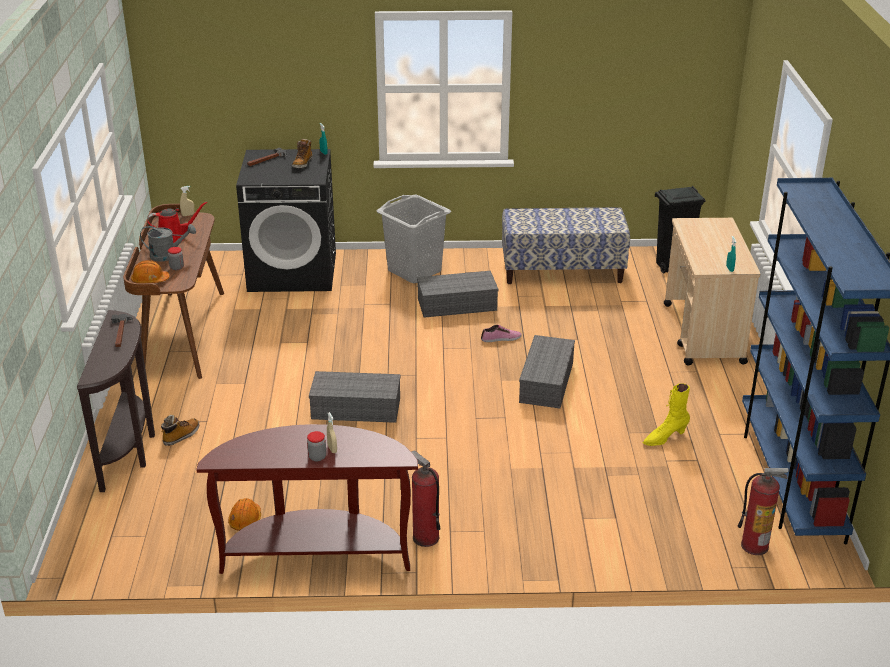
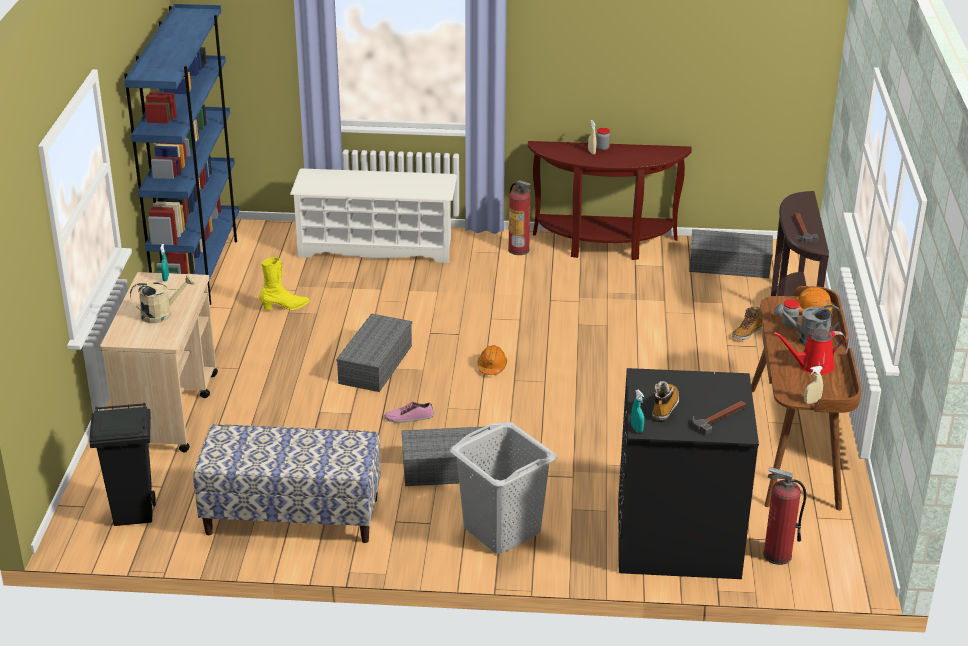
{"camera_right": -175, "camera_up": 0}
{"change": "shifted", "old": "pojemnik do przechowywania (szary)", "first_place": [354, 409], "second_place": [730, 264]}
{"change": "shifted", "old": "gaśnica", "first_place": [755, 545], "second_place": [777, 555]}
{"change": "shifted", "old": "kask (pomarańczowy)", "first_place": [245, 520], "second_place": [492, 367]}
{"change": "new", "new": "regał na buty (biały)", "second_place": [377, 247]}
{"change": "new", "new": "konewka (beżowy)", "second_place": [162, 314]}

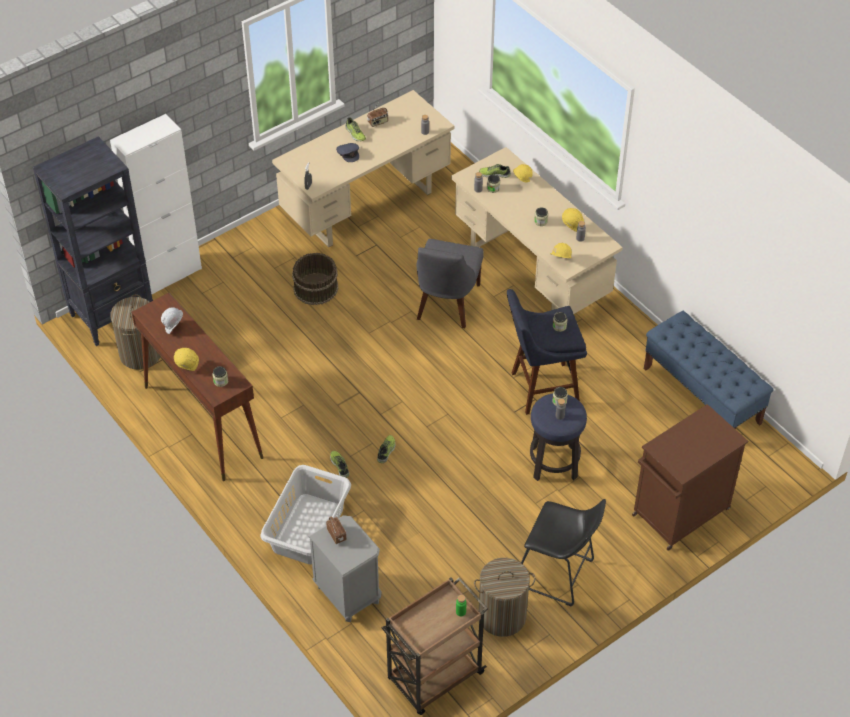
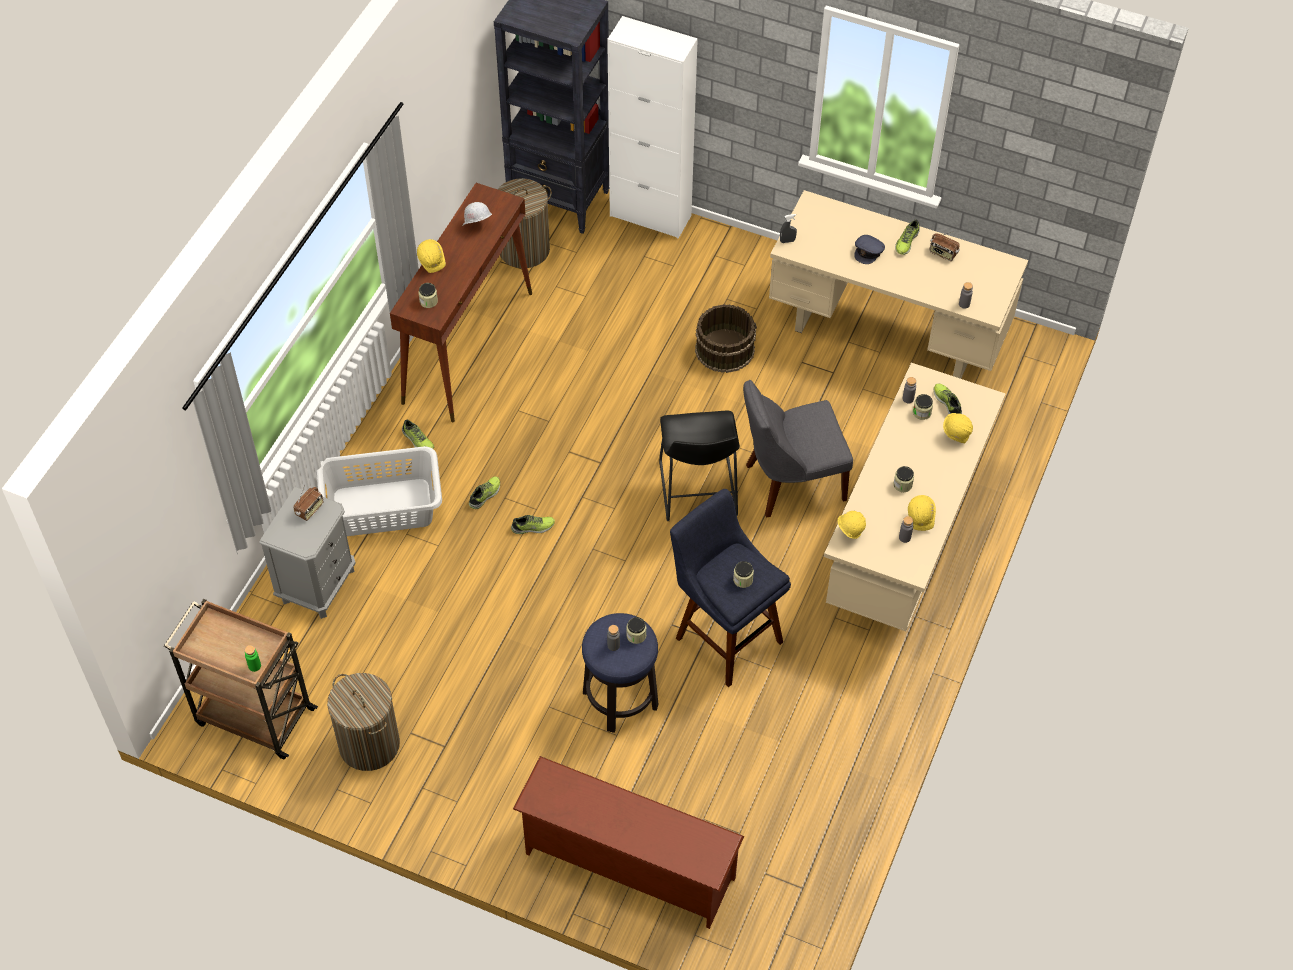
{"camera_right": 60, "camera_up": 5}
{"change": "gone", "old": "ławka (niebieski)", "first_place": [702, 396]}
{"change": "swapped", "old": "szafka (brązowy)", "new": "regał na buty (brązowy)", "first_place": [679, 513], "second_place": [627, 867]}
{"change": "shifted", "old": "stołek (czarny)", "first_place": [558, 575], "second_place": [697, 494]}
{"change": "new", "new": "but", "second_place": [417, 440]}

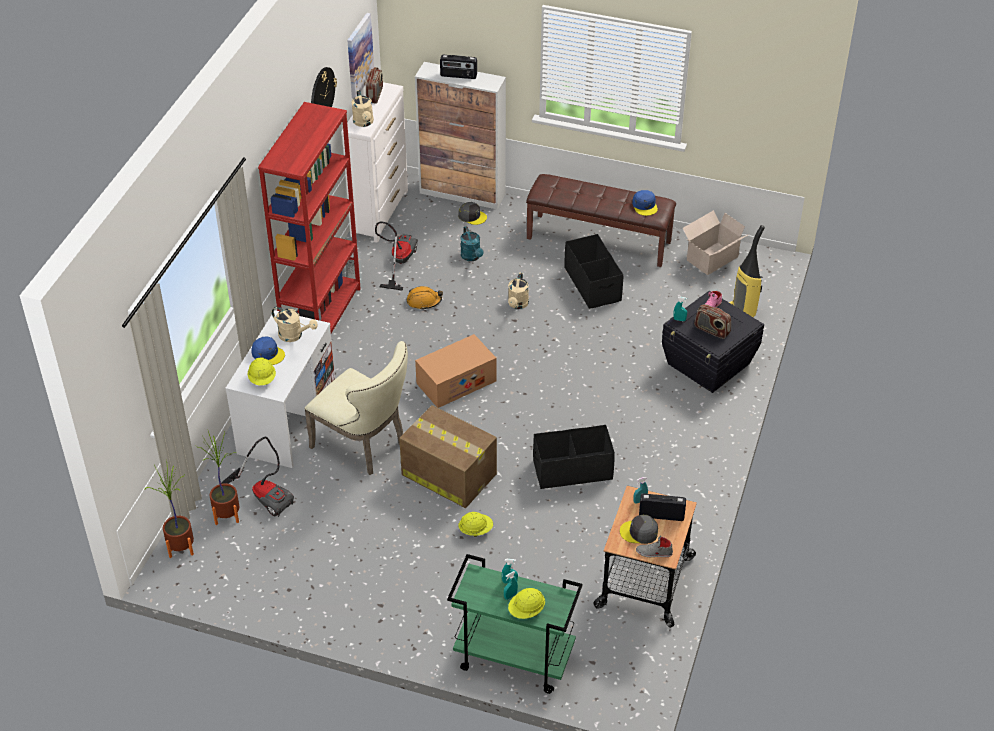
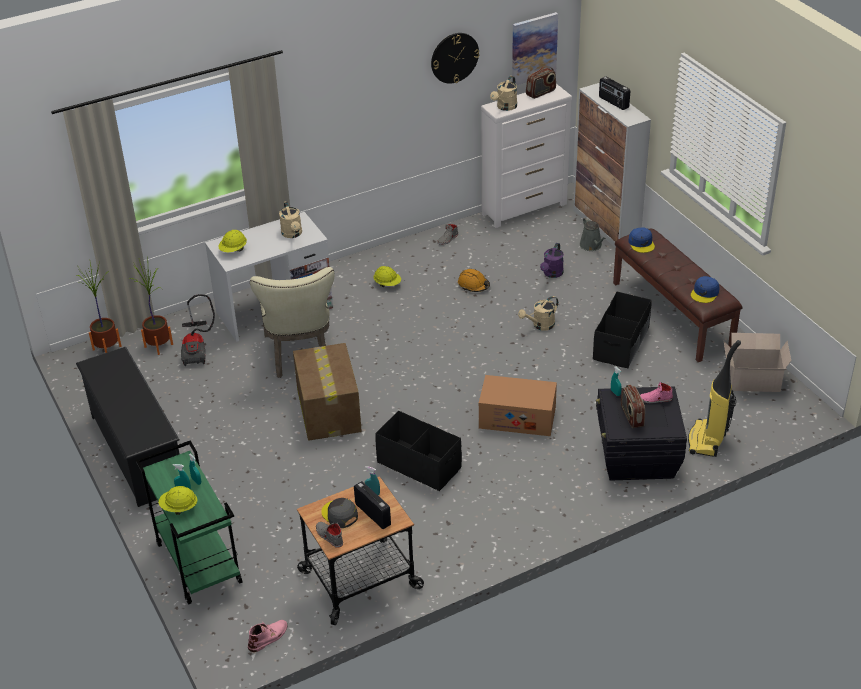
{"camera_right": 45, "camera_up": -5}
{"change": "gone", "old": "regał (czerwony)", "first_place": [322, 316]}
{"change": "swapped", "old": "czapka z daszkiem (szary)", "new": "konewka (szary)", "first_place": [472, 216], "second_place": [591, 246]}
{"change": "gone", "old": "odkurzacz", "first_place": [398, 262]}
{"change": "repainted", "old": "konewka (turkusowy)", "new": "konewka (fioletowy)", "first_place": [472, 257], "second_place": [552, 274]}
{"change": "shifted", "old": "karton", "first_place": [456, 382], "second_place": [517, 417]}
{"change": "shifted", "old": "czapka z daszkiem (niebieski)", "first_place": [268, 354], "second_place": [641, 243]}
{"change": "shifted", "old": "kask (żółty)", "first_place": [475, 530], "second_place": [387, 284]}
{"change": "new", "new": "regał na buty (czarny)", "second_place": [137, 452]}
{"change": "new", "new": "but z cholewką (różowy)", "second_place": [268, 637]}

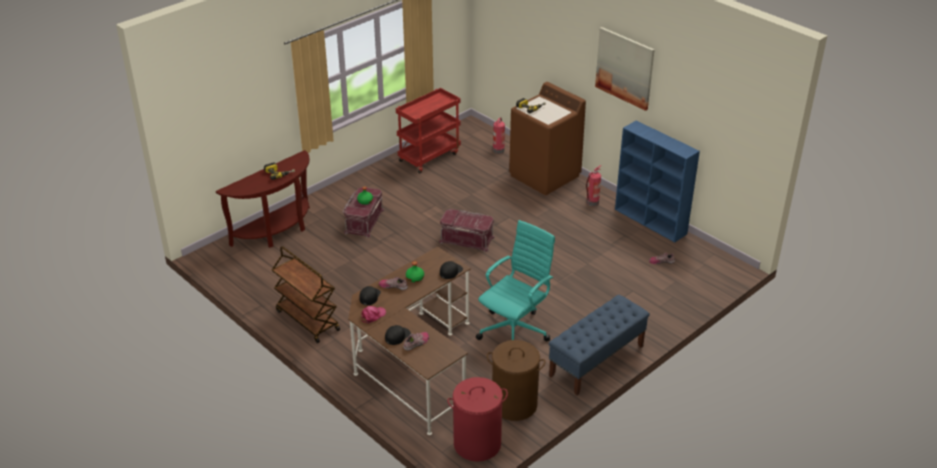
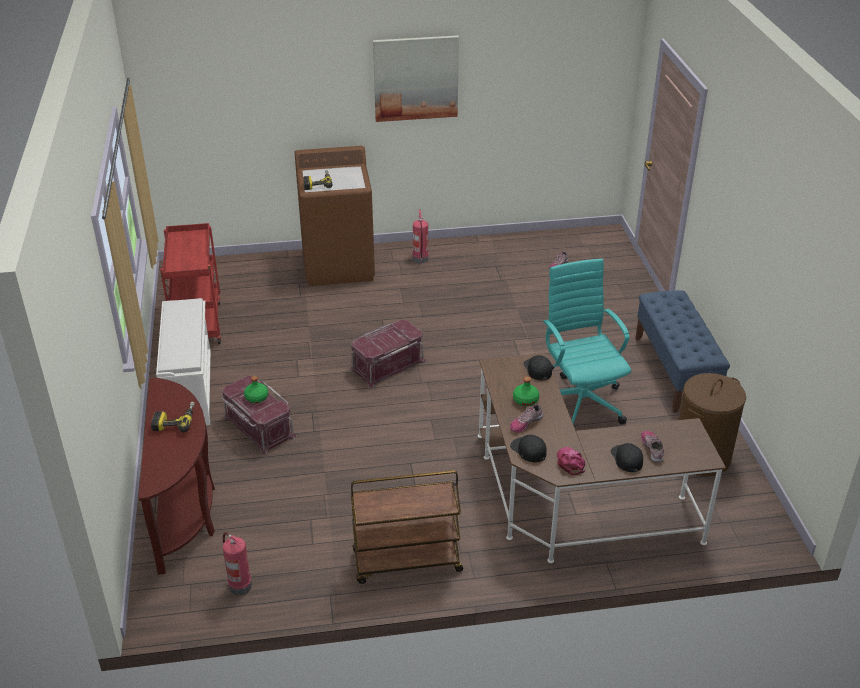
{"camera_right": -55, "camera_up": 0}
{"change": "shifted", "old": "gaśnica", "first_place": [498, 150], "second_place": [239, 585]}
{"change": "gone", "old": "regał (niebieski)", "first_place": [651, 222]}
{"change": "gone", "old": "kosz na pranie (czerwony)", "first_place": [477, 443]}
{"change": "new", "new": "regał na buty (biały)", "second_place": [190, 389]}

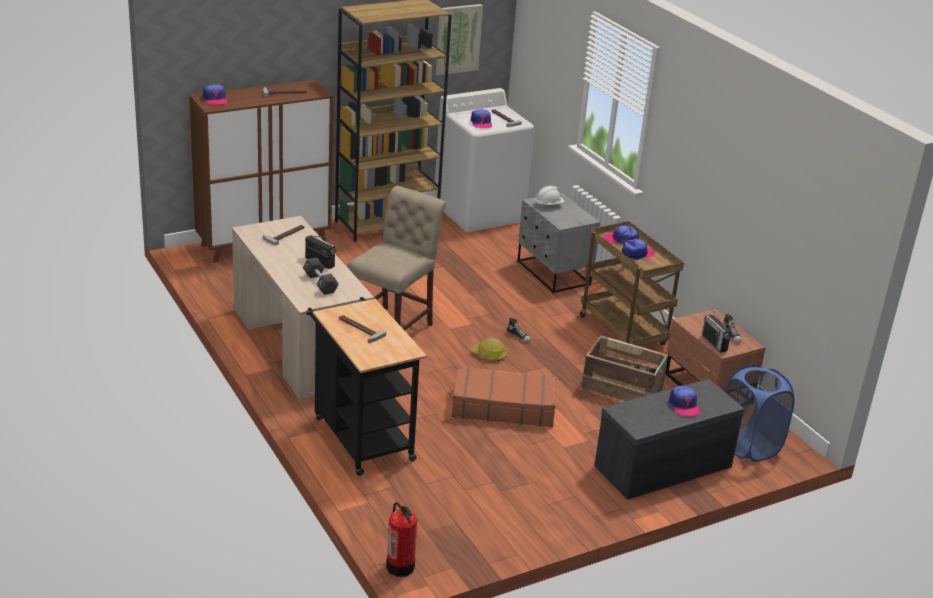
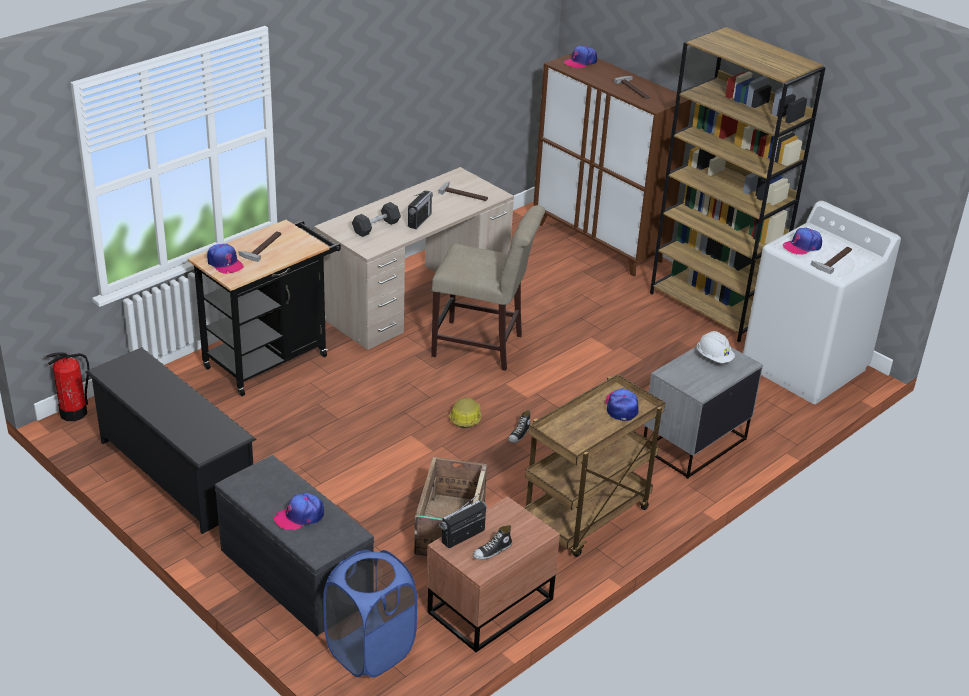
{"camera_right": 75, "camera_up": 5}
{"change": "gone", "old": "obraz", "first_place": [458, 39]}
{"change": "shifted", "old": "czapka z daszkiem", "first_place": [637, 253], "second_place": [225, 263]}
{"change": "gone", "old": "walizka (brązowy)", "first_place": [503, 406]}
{"change": "new", "new": "regał na buty (czarny)", "second_place": [175, 473]}

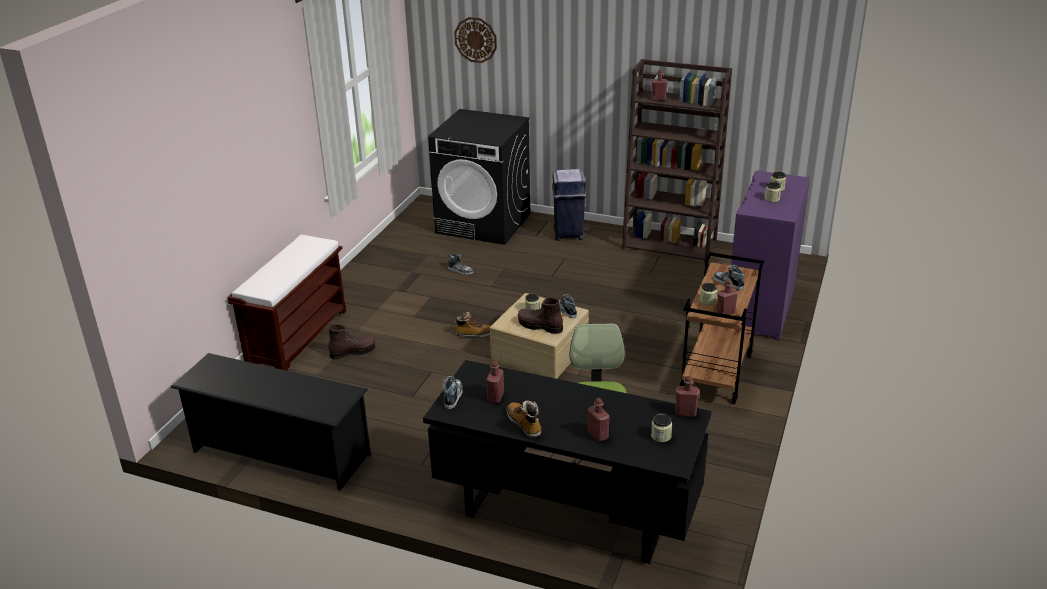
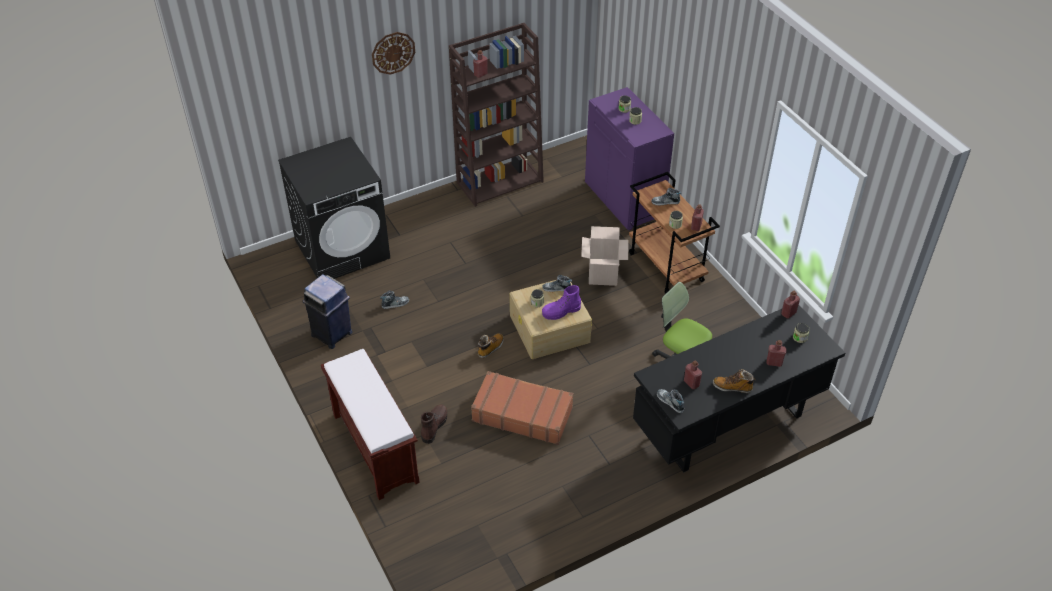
{"camera_right": -50, "camera_up": 15}
{"change": "shifted", "old": "zegar ścienny", "first_place": [475, 40], "second_place": [393, 52]}
{"change": "shifted", "old": "kosz na śmieci (niebieski)", "first_place": [568, 234], "second_place": [332, 334]}
{"change": "repainted", "old": "but z cholewką (brązowy)", "new": "but z cholewką (fioletowy)", "first_place": [539, 326], "second_place": [561, 312]}
{"change": "gone", "old": "regał na buty (czarny)", "first_place": [280, 453]}
{"change": "new", "new": "karton", "second_place": [603, 274]}
{"change": "new", "new": "walizka (brązowy)", "second_place": [522, 414]}

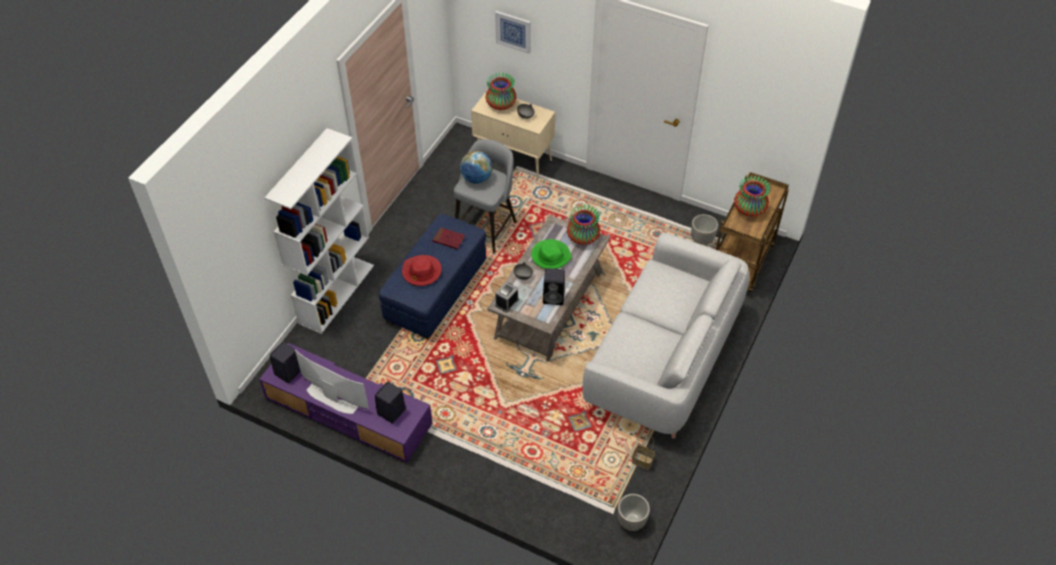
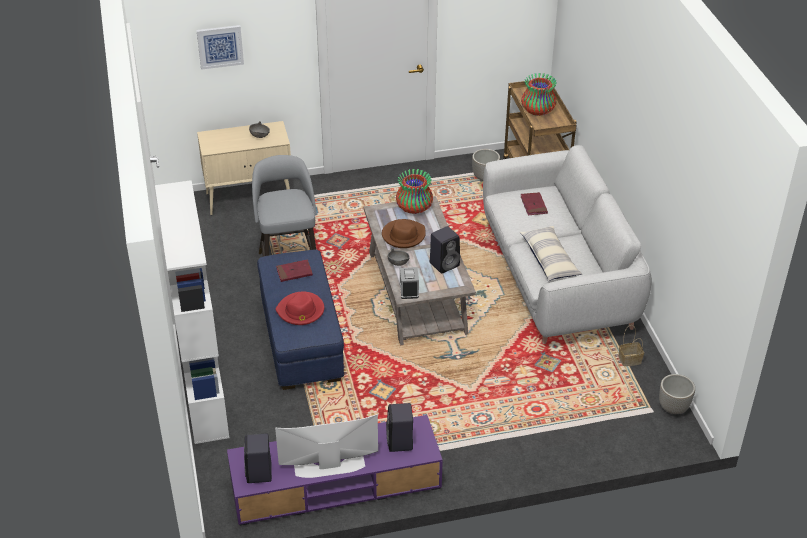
{"camera_right": -40, "camera_up": -10}
{"change": "gone", "old": "wazon", "first_place": [501, 104]}
{"change": "gone", "old": "globus", "first_place": [476, 179]}
{"change": "repainted", "old": "kapelusz (zielony)", "new": "kapelusz (brązowy)", "first_place": [550, 256], "second_place": [403, 235]}
{"change": "new", "new": "książka (czerwony)", "second_place": [533, 205]}
{"change": "new", "new": "poduszka", "second_place": [549, 260]}

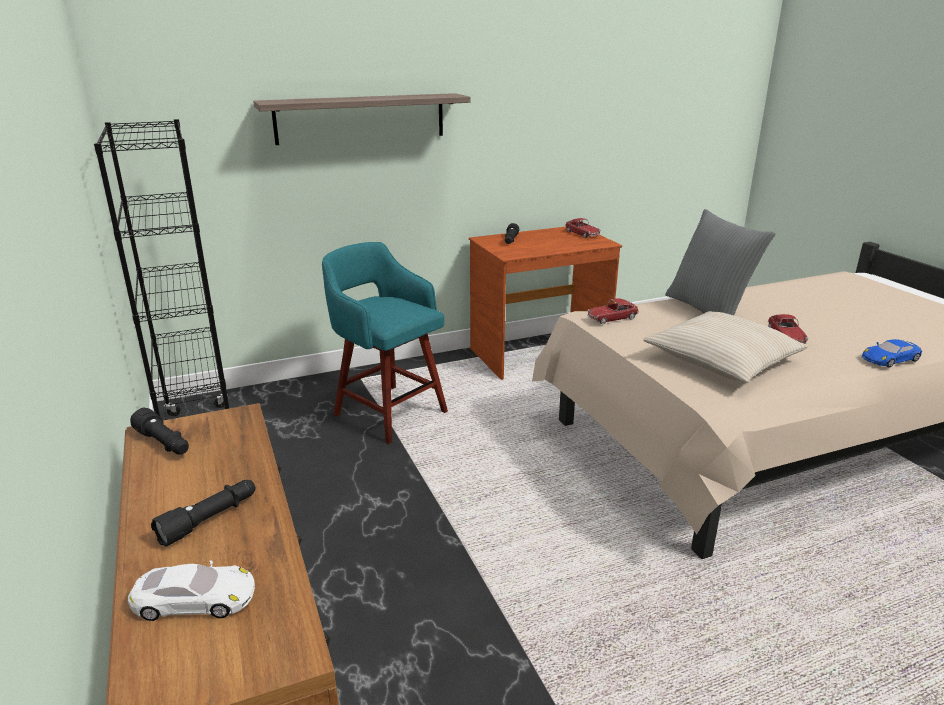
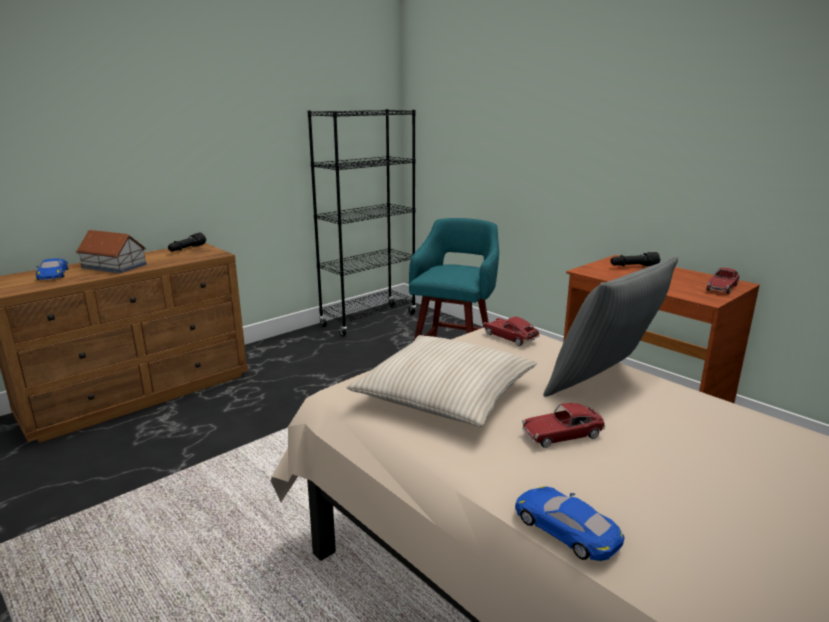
{"camera_right": 70, "camera_up": -5}
{"change": "gone", "old": "półka", "first_place": [361, 118]}
{"change": "swapped", "old": "latarka (czarny)", "new": "domek", "first_place": [210, 520], "second_place": [114, 266]}
{"change": "repainted", "old": "samochodzik (biały)", "new": "samochodzik (niebieski)", "first_place": [195, 599], "second_place": [53, 274]}

